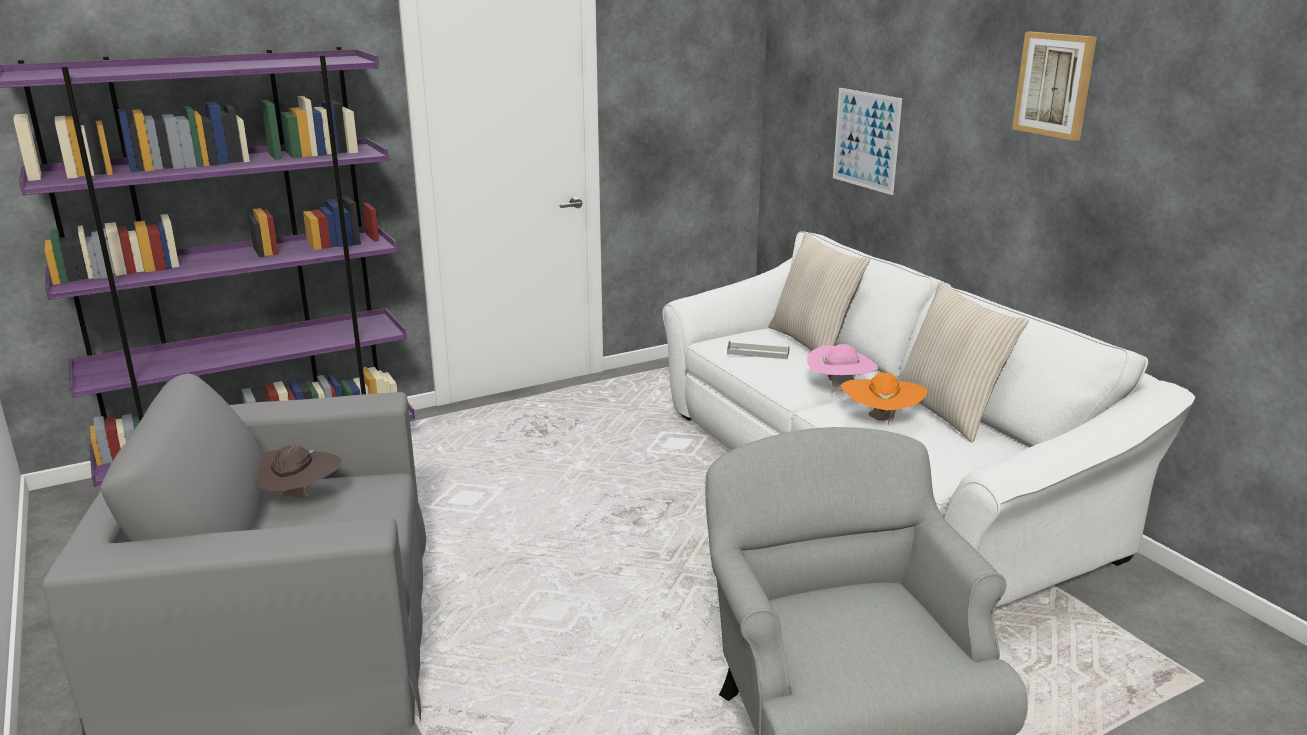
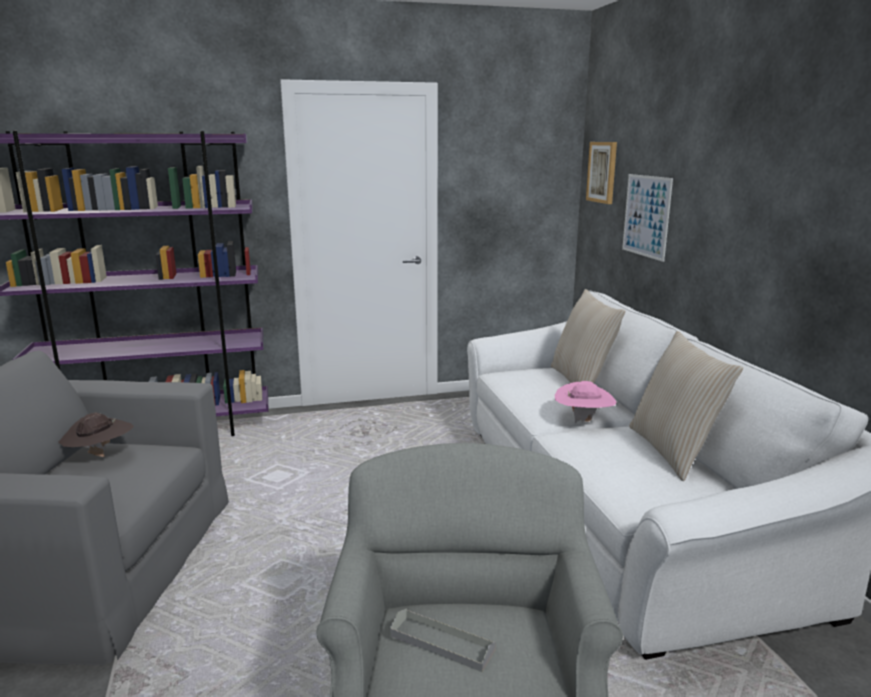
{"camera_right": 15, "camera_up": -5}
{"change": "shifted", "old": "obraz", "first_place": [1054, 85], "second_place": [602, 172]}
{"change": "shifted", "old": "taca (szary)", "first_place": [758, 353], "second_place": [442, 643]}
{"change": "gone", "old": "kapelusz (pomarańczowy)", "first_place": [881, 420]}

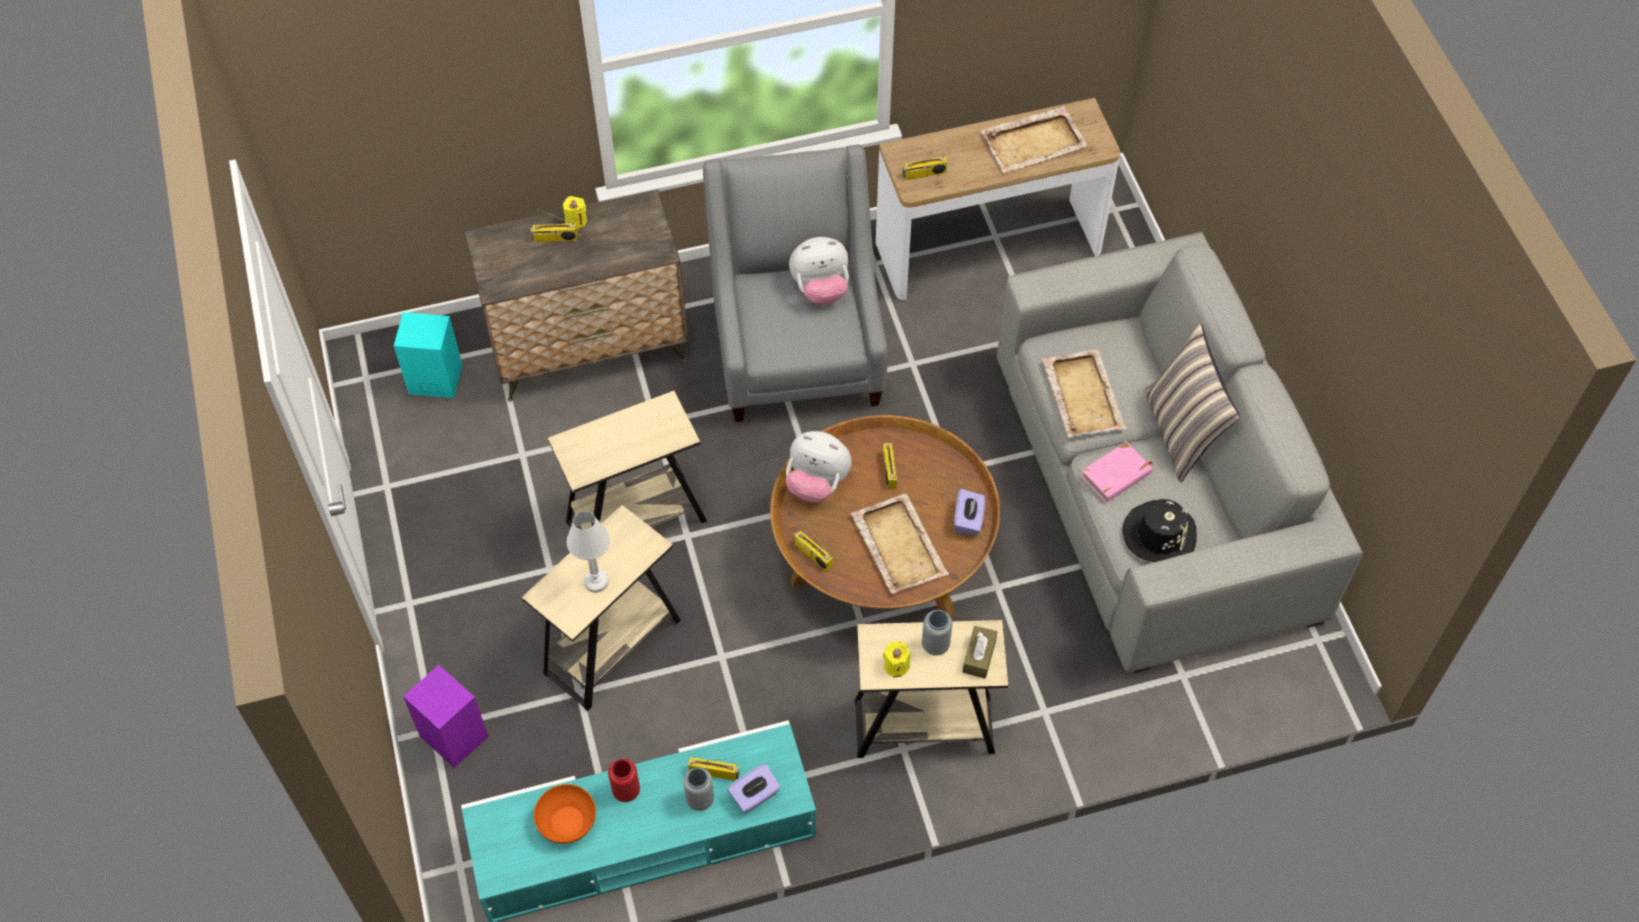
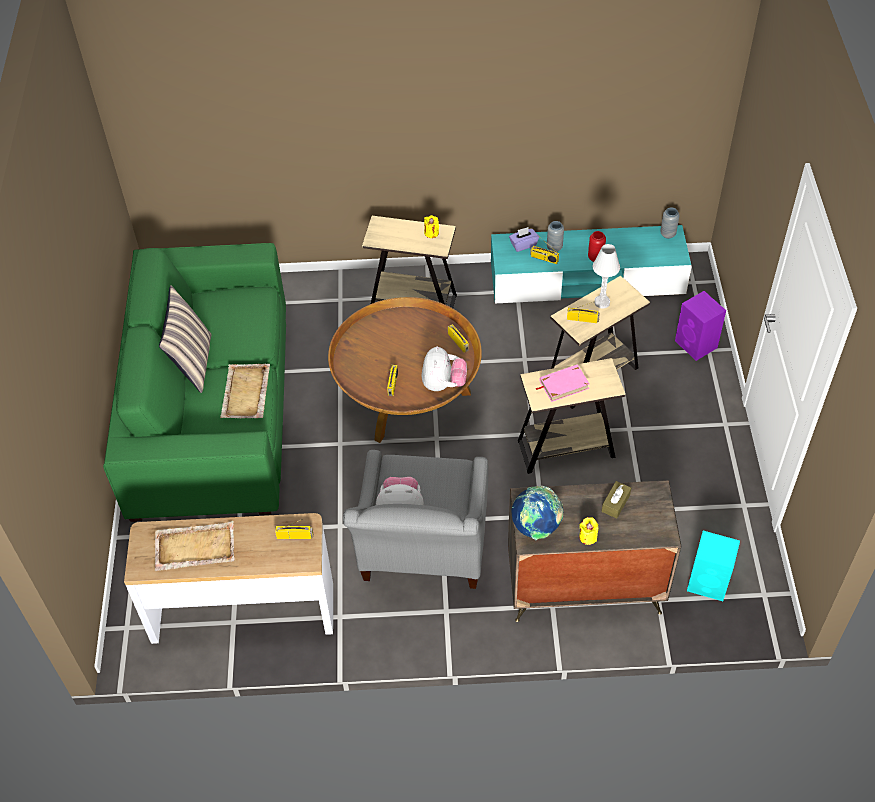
{"camera_right": -165, "camera_up": -5}
{"change": "shifted", "old": "radio", "first_place": [554, 238], "second_place": [583, 319]}
{"change": "repainted", "old": "kanapa (szary)", "new": "kanapa (zielony)", "first_place": [1155, 488], "second_place": [211, 408]}
{"change": "rotated", "old": "pluszak", "first_place": [816, 483], "second_place": [443, 384], "degrees": 60}
{"change": "shifted", "old": "książka (różowy)", "first_place": [1116, 475], "second_place": [563, 385]}
{"change": "gone", "old": "pudełko chusteczek (fioletowy)", "first_place": [968, 520]}
{"change": "gone", "old": "taca (beżowy)", "first_place": [898, 545]}
{"change": "gone", "old": "kapelusz (czarny)", "first_place": [1159, 535]}
{"change": "shifted", "old": "wazon (szary)", "first_place": [935, 645], "second_place": [668, 234]}
{"change": "shifted", "old": "pudełko chusteczek (brązowy)", "first_place": [979, 656], "second_place": [615, 503]}
{"change": "gone", "old": "miska (pomarańczowy)", "first_place": [567, 822]}
{"change": "new", "new": "globus", "second_place": [536, 527]}

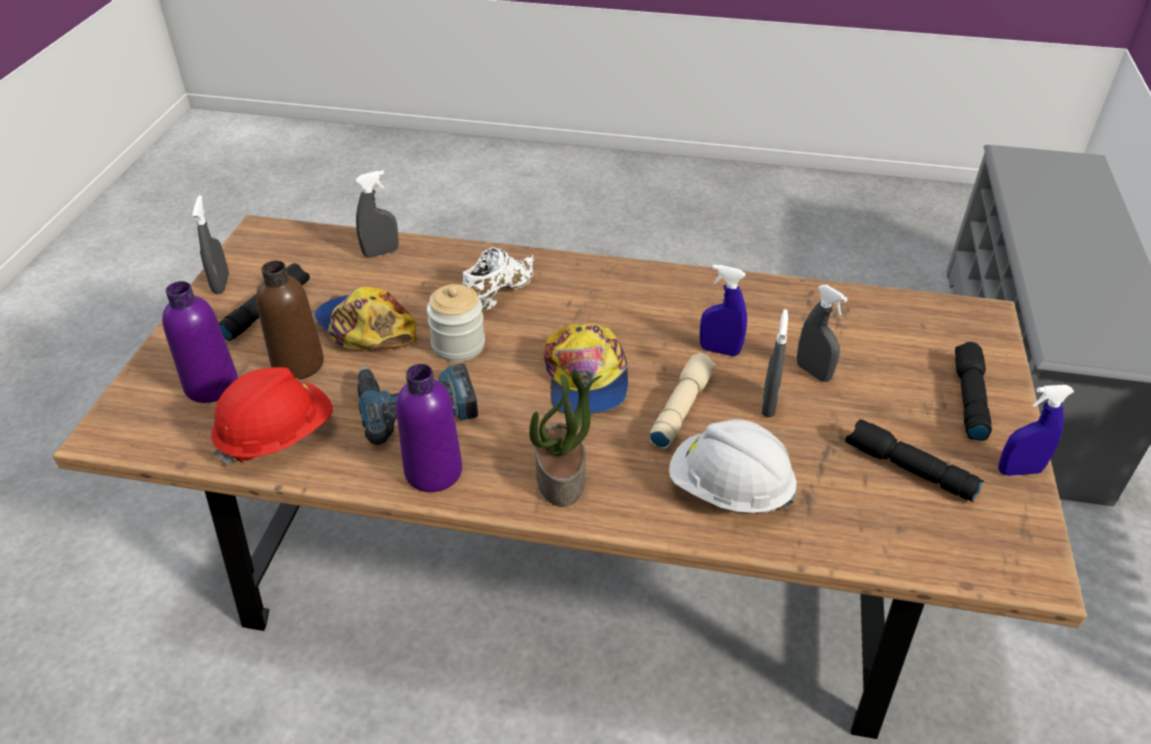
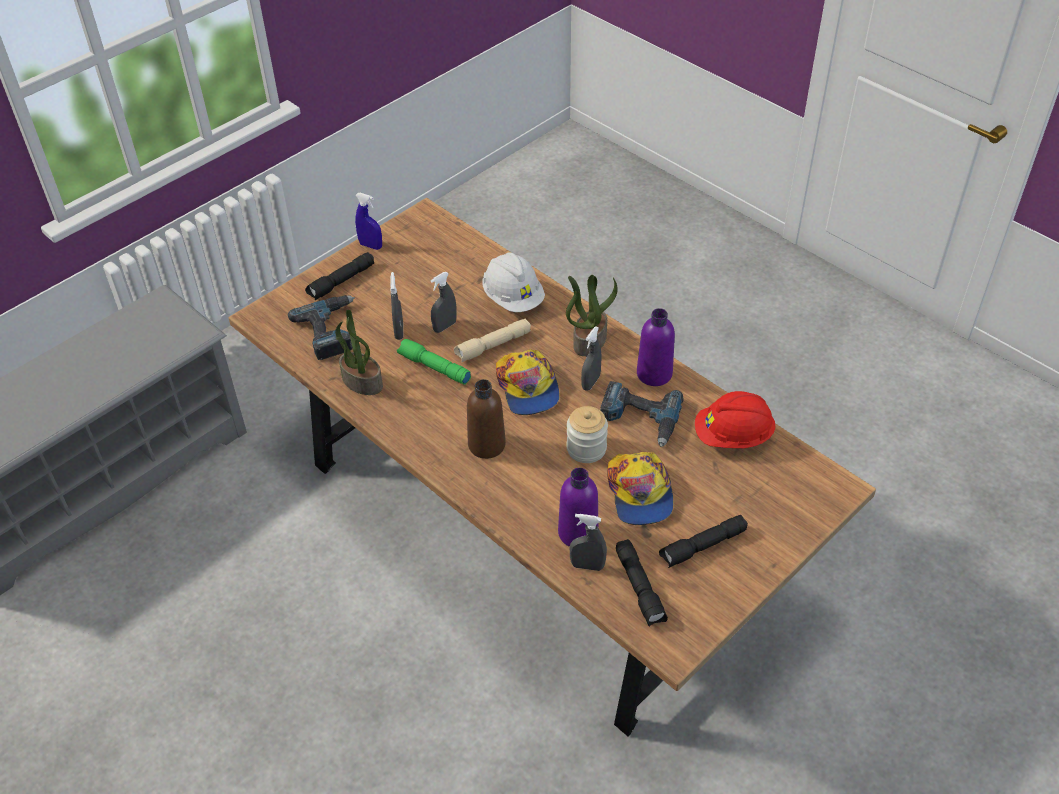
{"camera_right": -145, "camera_up": 5}
{"change": "shifted", "old": "spryskiwacz (szary)", "first_place": [221, 284], "second_place": [591, 382]}
{"change": "gone", "old": "but (biały)", "first_place": [498, 293]}
{"change": "shifted", "old": "butelka (brązowy)", "first_place": [298, 364], "second_place": [486, 445]}
{"change": "swapped", "old": "spryskiwacz (niebieski)", "new": "latarka (zielony)", "first_place": [719, 350], "second_place": [433, 368]}
{"change": "shifted", "old": "butelka (fioletowy)", "first_place": [211, 386], "second_place": [578, 533]}
{"change": "rotated", "old": "czapka z daszkiem", "first_place": [585, 378], "second_place": [528, 388], "degrees": 135}
{"change": "shifted", "old": "latarka (czarny)", "first_place": [907, 469], "second_place": [640, 588]}
{"change": "new", "new": "wiertarka", "second_place": [331, 331]}
{"change": "new", "new": "roślina doniczkowa", "second_place": [361, 382]}

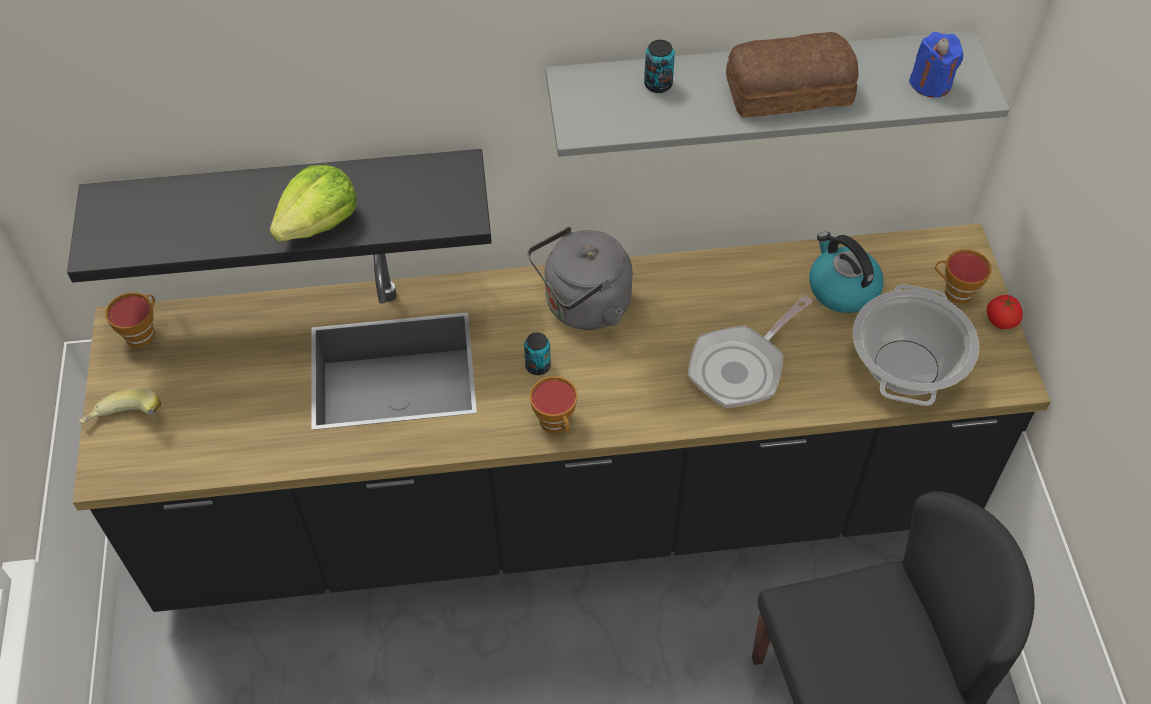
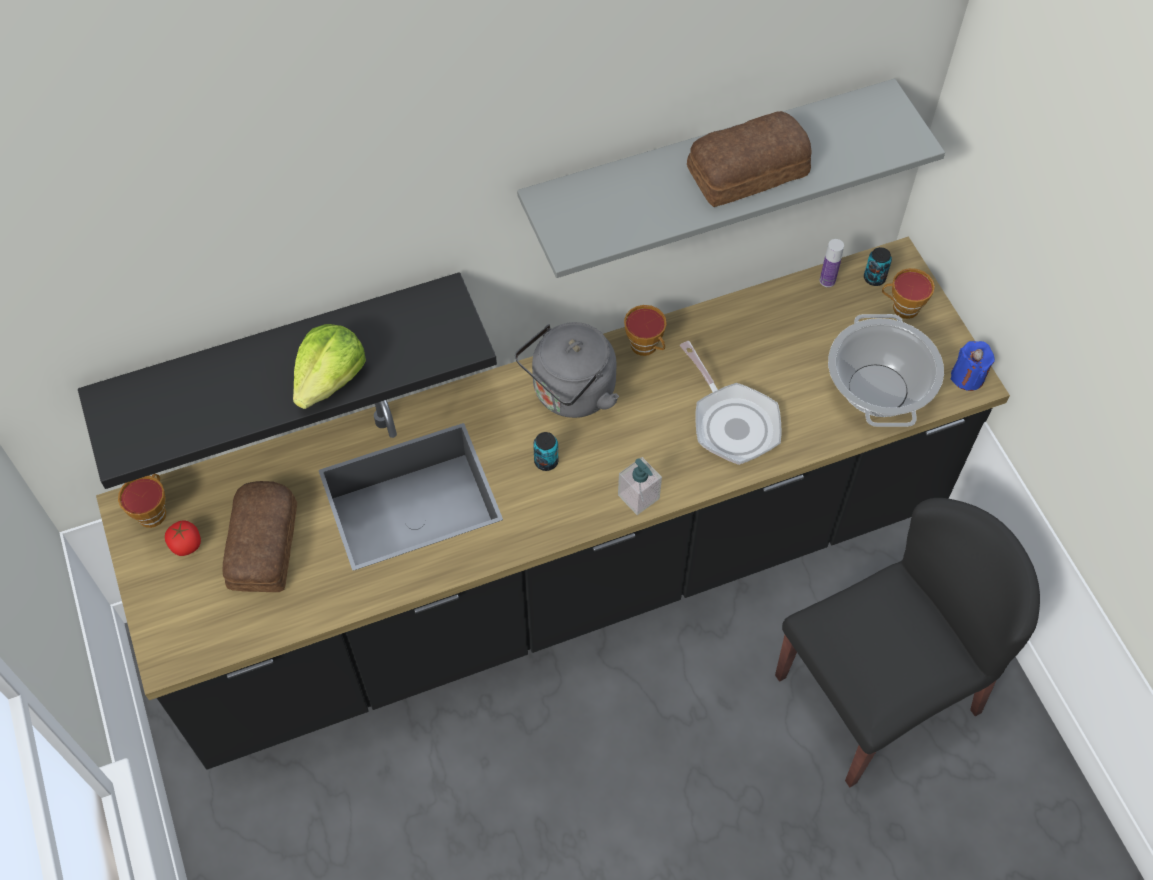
{"camera_right": -15, "camera_up": 5}
{"change": "shifted", "old": "świeca (niebieski)", "first_place": [931, 83], "second_place": [967, 377]}
{"change": "shifted", "old": "puszka", "first_place": [658, 84], "second_place": [874, 278]}
{"change": "gone", "old": "czajnik", "first_place": [841, 289]}
{"change": "rotated", "old": "patelnia", "first_place": [741, 368], "second_place": [732, 422], "degrees": -60}
{"change": "shifted", "old": "pomidor", "first_place": [1001, 321], "second_place": [186, 545]}
{"change": "shifted", "old": "filiżanka", "first_place": [556, 423], "second_place": [646, 346]}
{"change": "gone", "old": "banan", "first_place": [126, 423]}
{"change": "new", "new": "butelka", "second_place": [827, 281]}
{"change": "new", "new": "dozownik mydła", "second_place": [638, 497]}
{"change": "new", "new": "chleb", "second_place": [265, 544]}

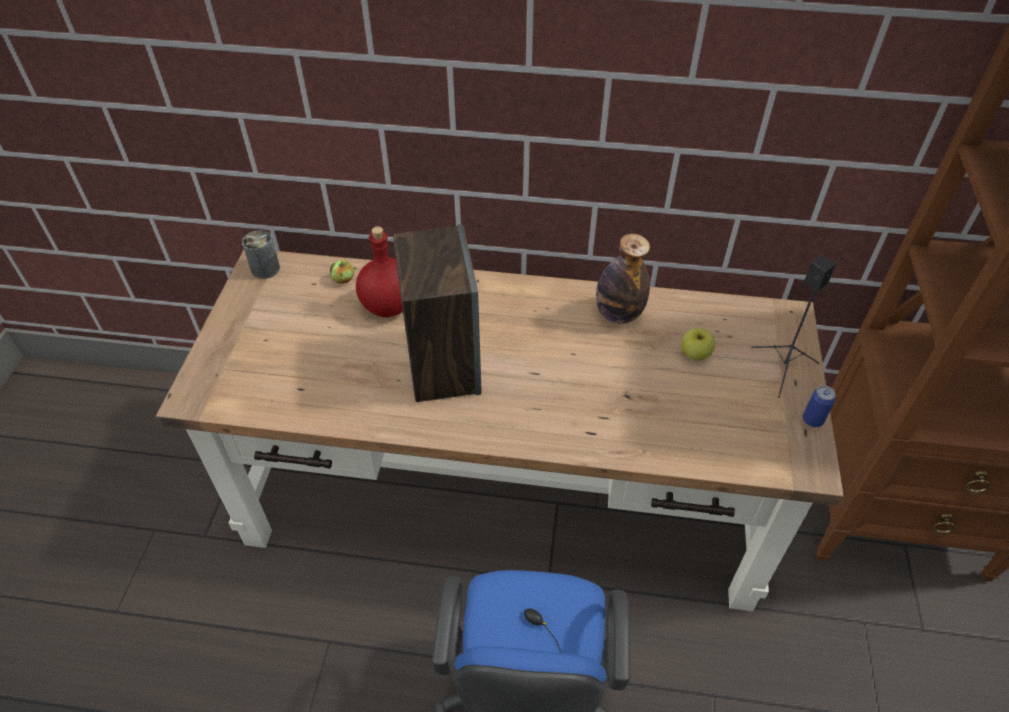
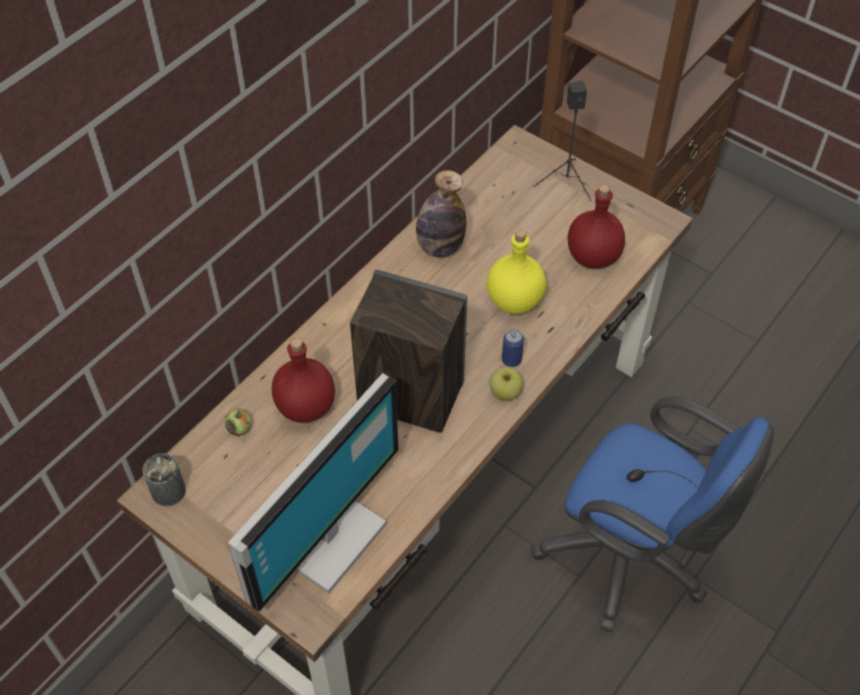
{"camera_right": -60, "camera_up": 5}
{"change": "shifted", "old": "jabłko", "first_place": [695, 354], "second_place": [505, 392]}
{"change": "shifted", "old": "puszka", "first_place": [812, 420], "second_place": [511, 360]}
{"change": "new", "new": "butelka (czerwony)", "second_place": [592, 256]}
{"change": "new", "new": "butelka (żółty)", "second_place": [514, 300]}
{"change": "new", "new": "monitor", "second_place": [327, 537]}

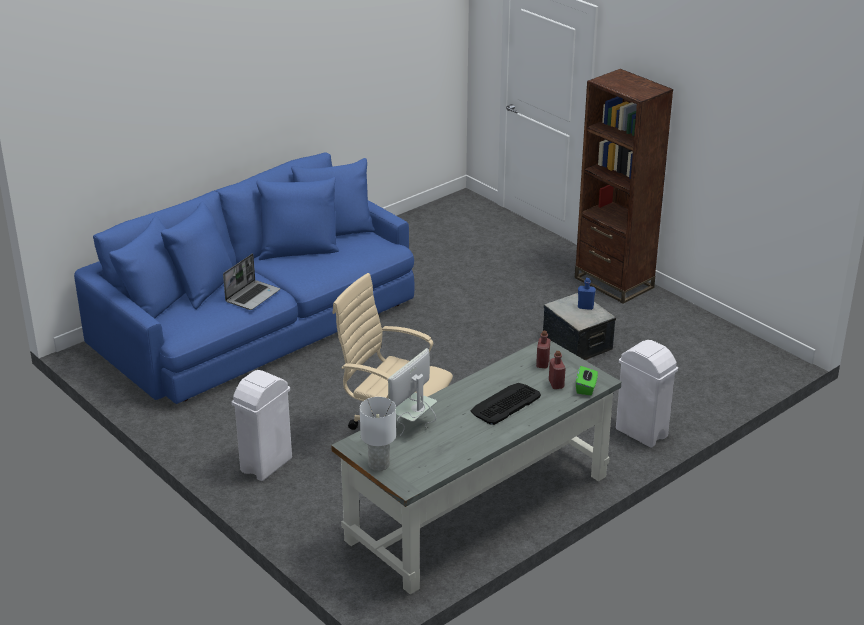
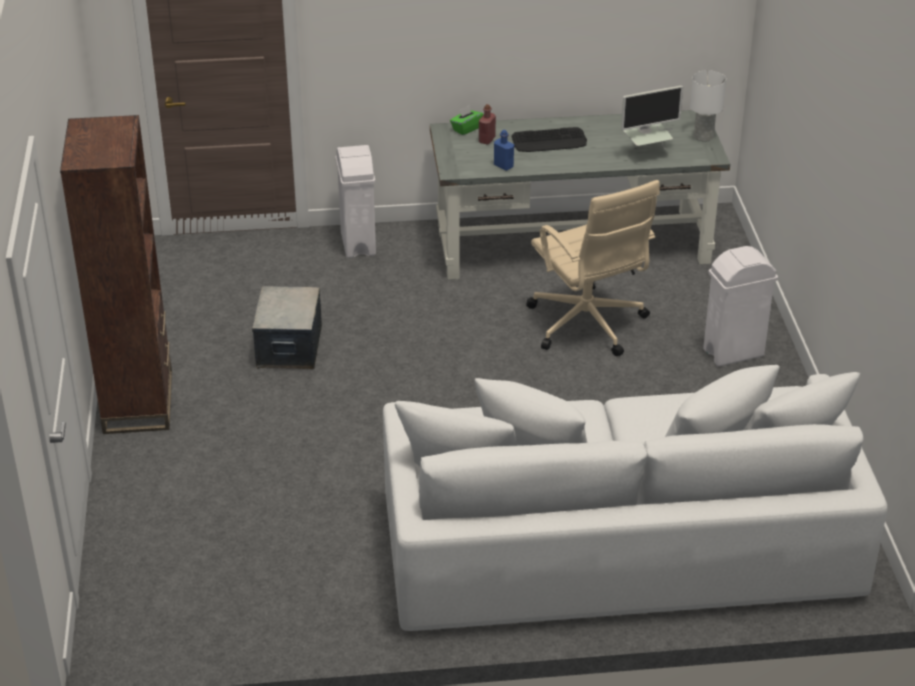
{"camera_right": -145, "camera_up": 5}
{"change": "repainted", "old": "kanapa (niebieski)", "new": "kanapa (biały)", "first_place": [256, 322], "second_place": [617, 539]}
{"change": "gone", "old": "laptop", "first_place": [252, 296]}
{"change": "shifted", "old": "butelka (niebieski)", "first_place": [585, 307], "second_place": [503, 166]}
{"change": "gone", "old": "butelka (czerwony)", "first_place": [542, 363]}

